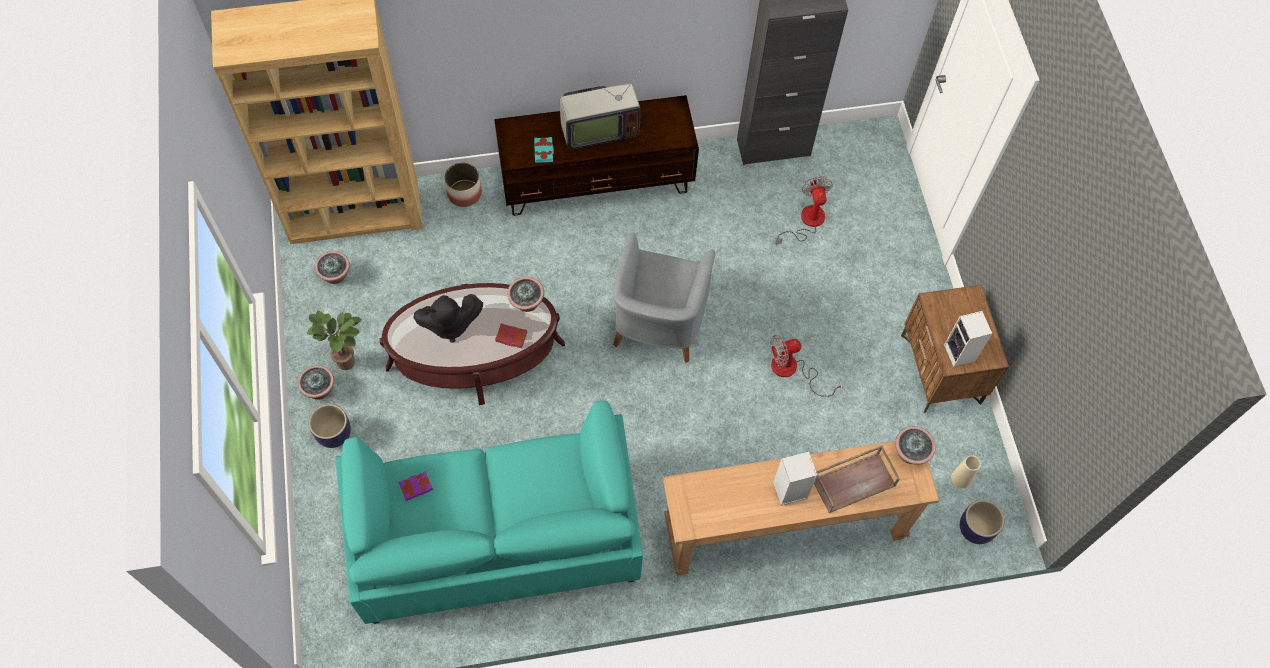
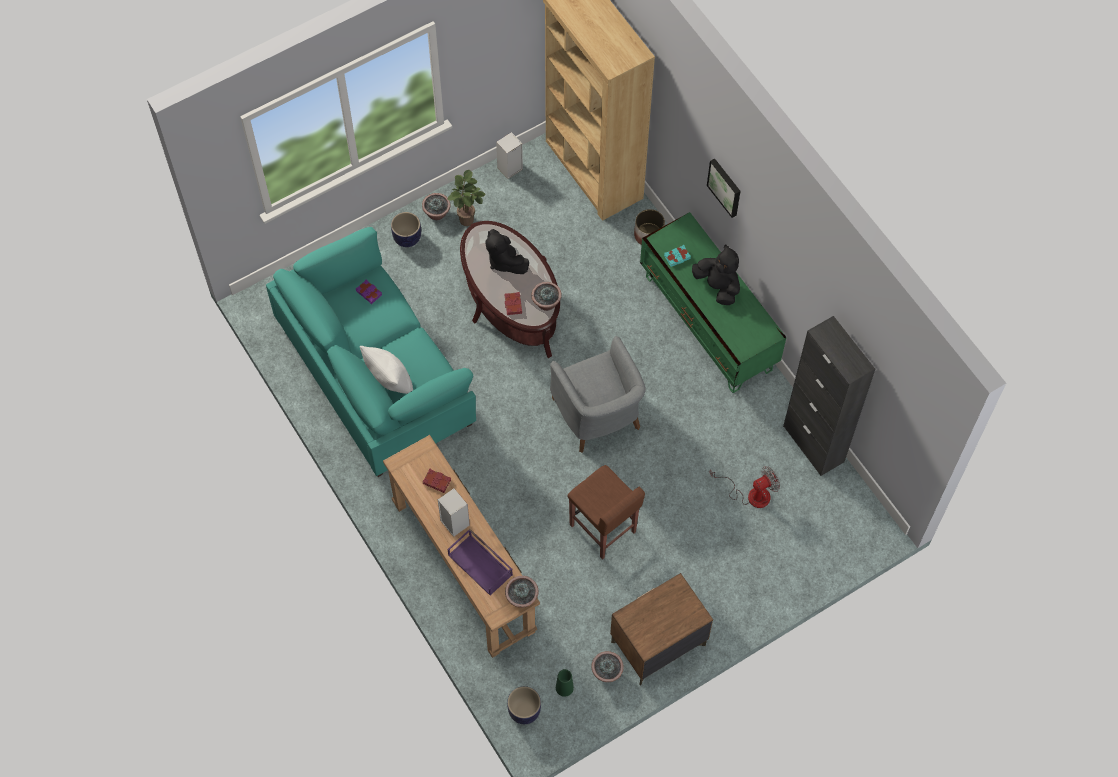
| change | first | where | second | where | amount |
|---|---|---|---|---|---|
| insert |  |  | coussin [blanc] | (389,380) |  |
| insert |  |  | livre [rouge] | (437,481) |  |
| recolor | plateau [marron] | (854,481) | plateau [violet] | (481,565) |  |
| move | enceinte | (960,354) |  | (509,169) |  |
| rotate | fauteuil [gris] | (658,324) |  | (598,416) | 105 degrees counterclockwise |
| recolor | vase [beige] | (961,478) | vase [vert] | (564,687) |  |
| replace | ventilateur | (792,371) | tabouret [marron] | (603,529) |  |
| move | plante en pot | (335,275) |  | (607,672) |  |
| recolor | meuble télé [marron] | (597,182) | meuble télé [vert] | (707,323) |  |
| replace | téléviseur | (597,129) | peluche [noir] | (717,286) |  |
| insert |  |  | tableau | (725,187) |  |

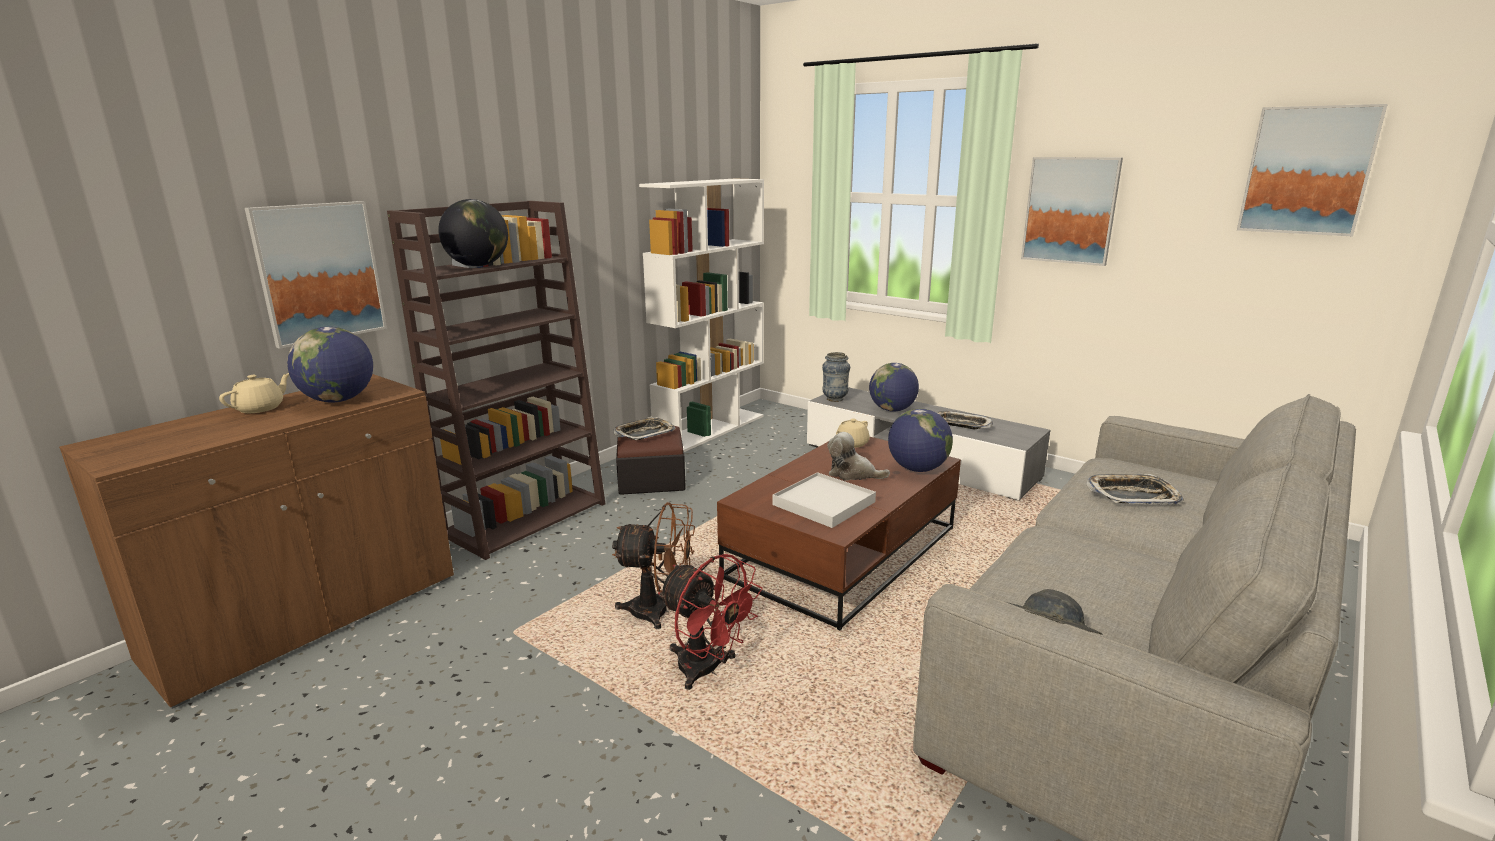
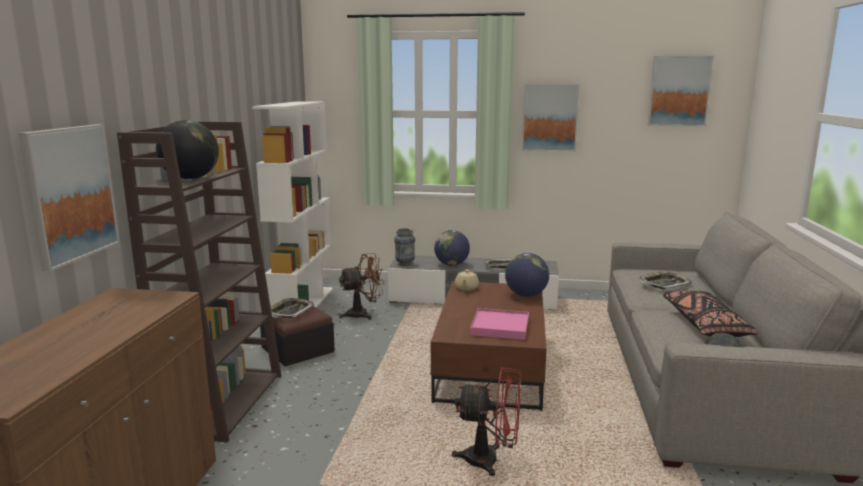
| change | first | where | second | where | amount |
|---|---|---|---|---|---|
| move | ventilateur [marron] | (660,612) |  | (363,314) |  |
| recolor | plateau [blanc] | (823,503) | plateau [rose] | (500,327) |  |
| insert |  |  | coussin [noir] | (704,324) |  |
| delete | théière [beige] | (261,408) |  |  |  |
| delete | globe | (338,400) |  |  |  |
| delete | peluche | (853,474) |  |  |  |

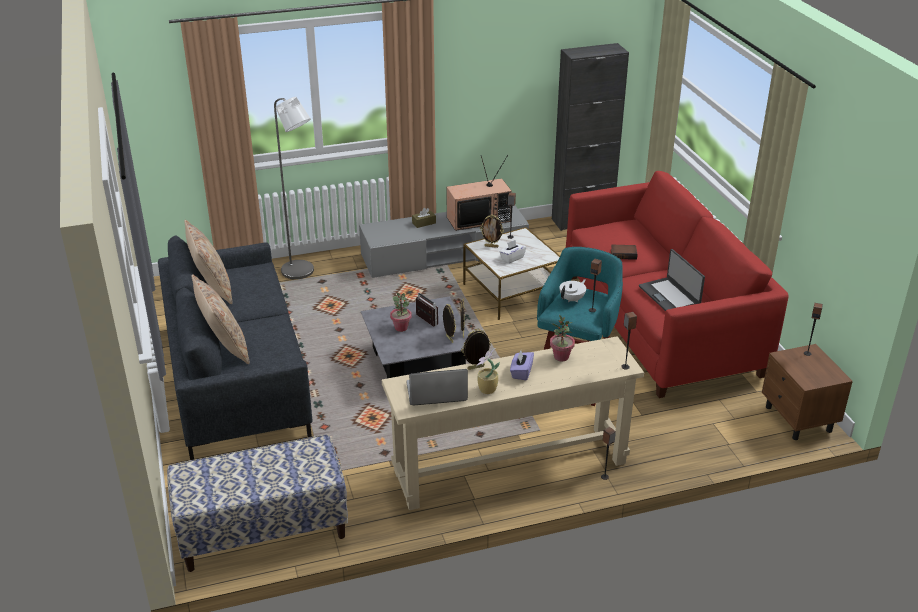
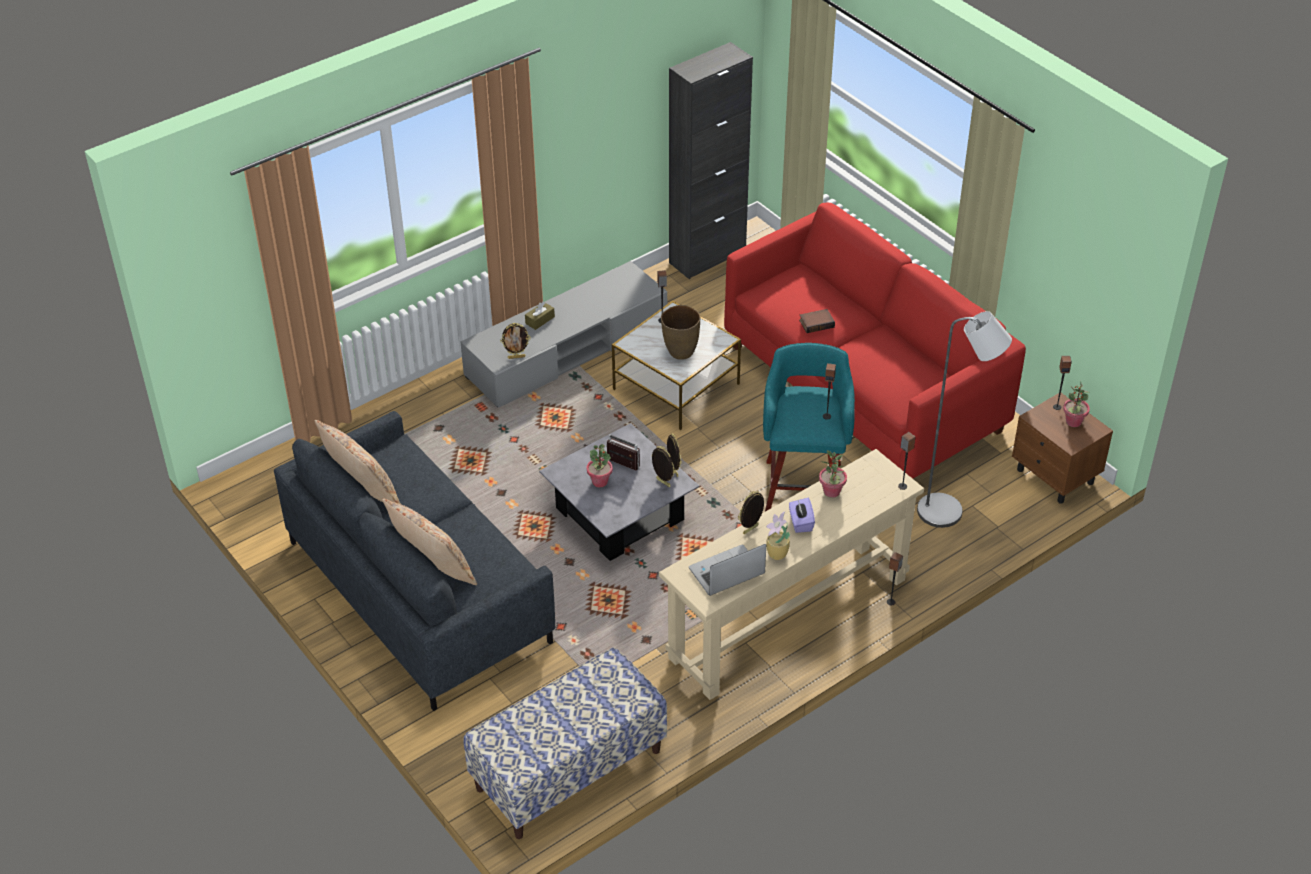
| change | first | where | second | where | amount |
|---|---|---|---|---|---|
| move | cadre photo | (491,246) |  | (516,357) |  |
| replace | boîte à mouchoirs [blanc] | (512,258) | vase [marron] | (680,352) |  |
| move | lampadaire [gris] | (302,273) |  | (948,513) |  |
| insert |  |  | plante en pot | (1073,422) |  |
| delete | téléviseur | (479,219) |  |  |  |
| delete | théière [blanc] | (572,299) |  |  |  |
| delete | ordinateur portable | (669,296) |  |  |  |

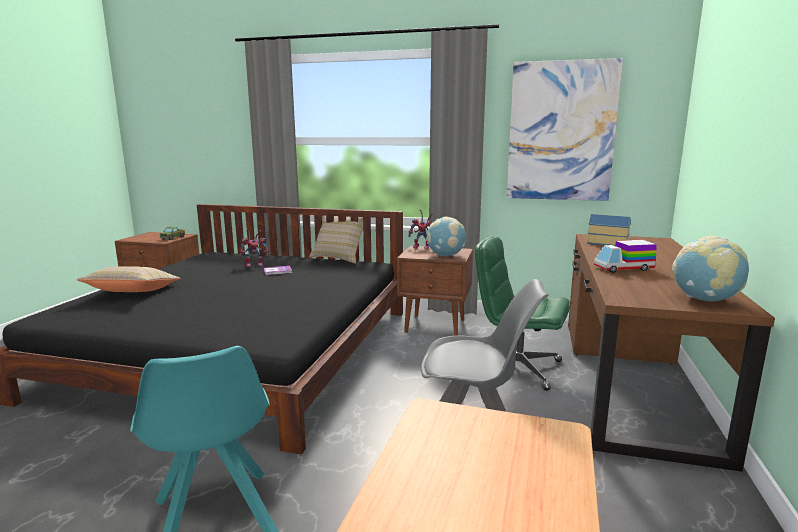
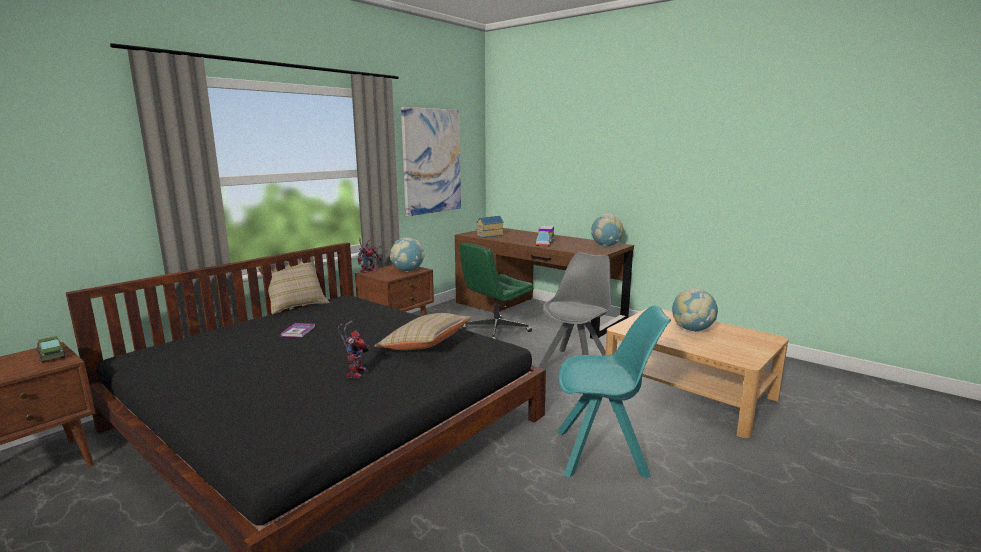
| change | first | where | second | where | amount |
|---|---|---|---|---|---|
| move | robot jouet | (255,264) |  | (355,372) |  |
| move | coussin [beige] | (133,293) |  | (424,345) |  |
| insert |  |  | globe | (692,330) |  |

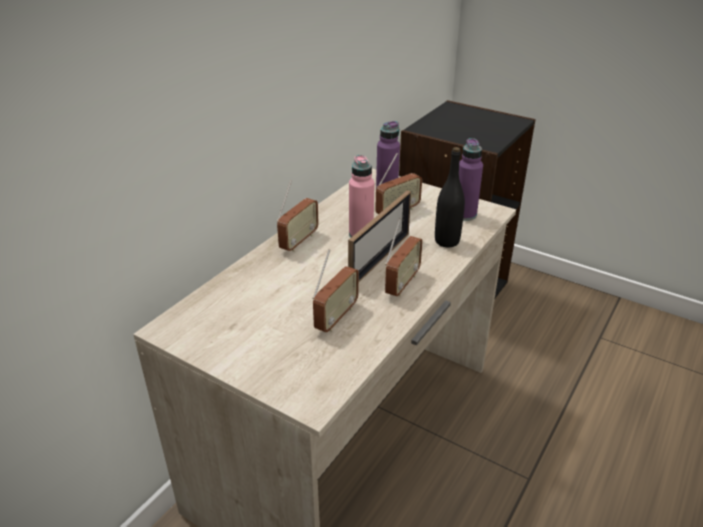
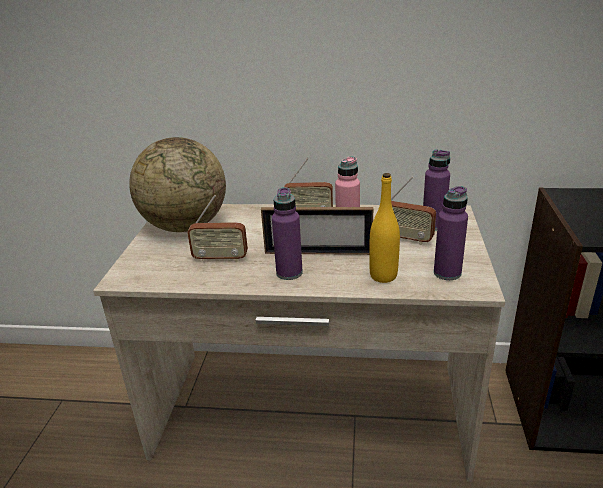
| change | first | where | second | where | amount |
|---|---|---|---|---|---|
| insert |  |  | globe | (185,226) |  |
| replace | radio | (402,284) | bouteille [violet] | (289,273) |  |
| recolor | bouteille [noir] | (447,241) | bouteille [jaune] | (383,276) |  |

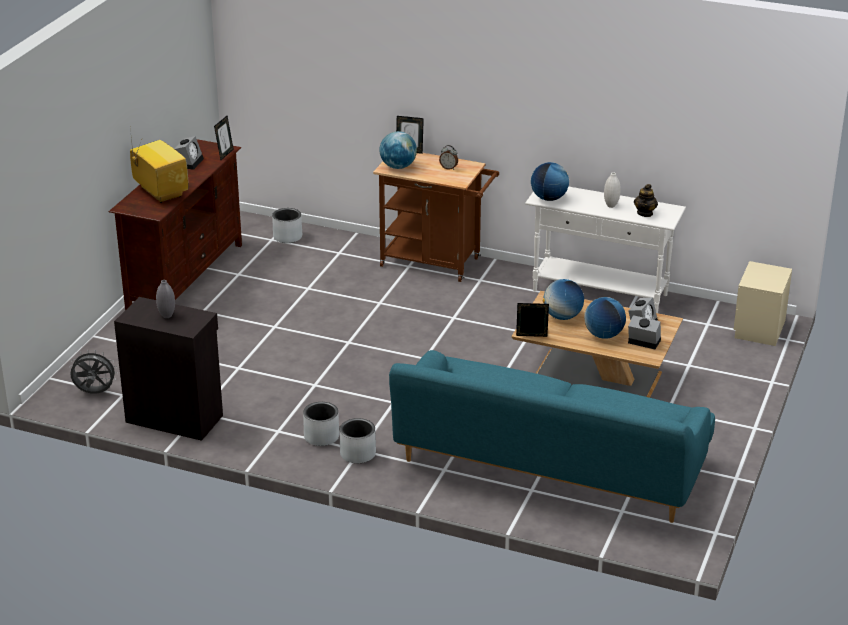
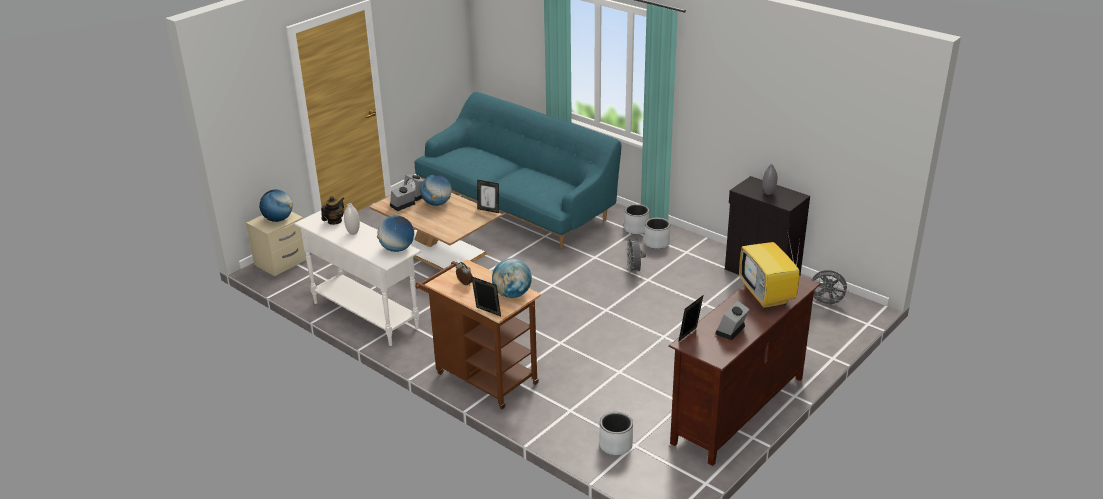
| change | first | where | second | where | amount |
|---|---|---|---|---|---|
| move | globe | (562,316) |  | (278,219) |  |
| insert |  |  | ventilateur [gris] | (634,271) |  |

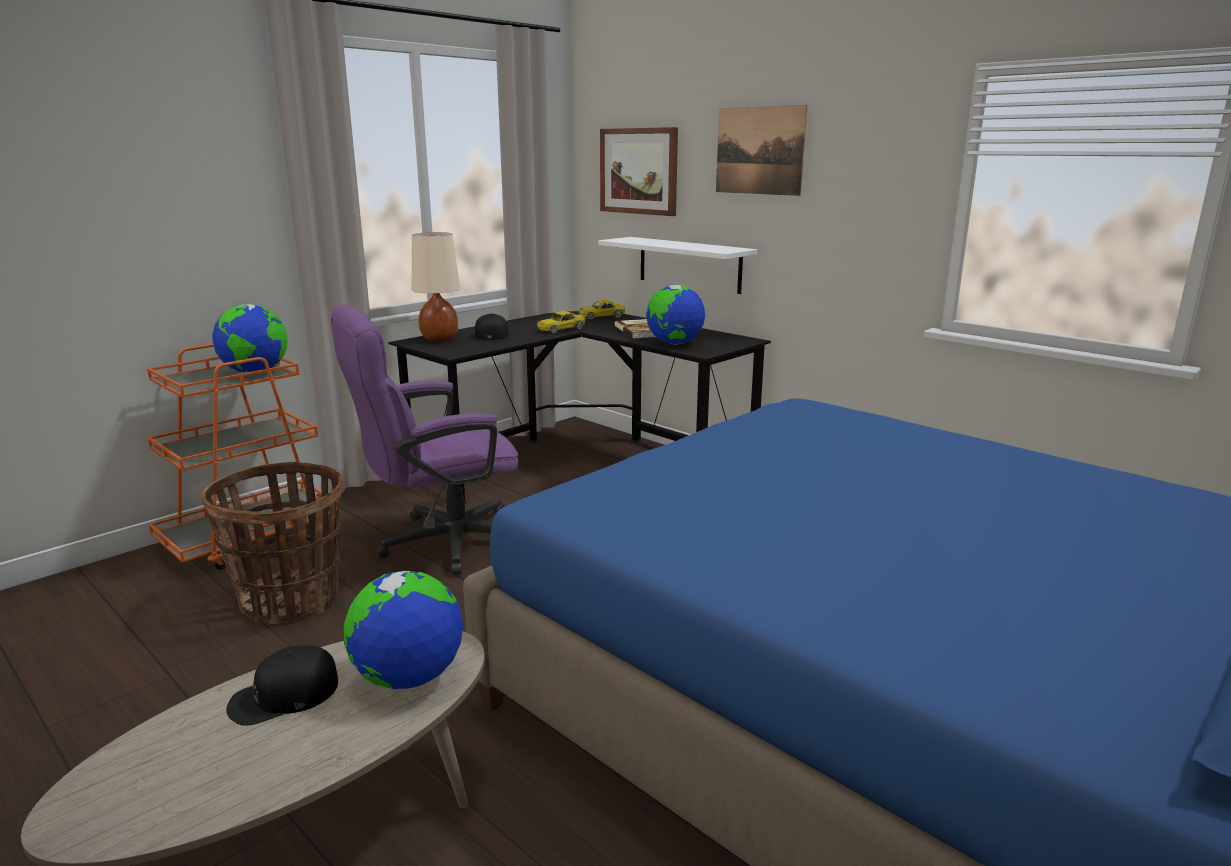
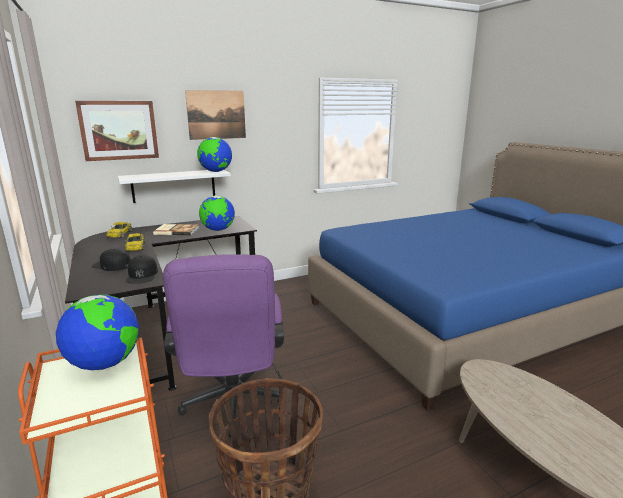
| change | first | where | second | where | amount |
|---|---|---|---|---|---|
| move | casquette [noir] | (284,696) |  | (142,275) |  |
| move | globe | (409,678) |  | (215,171) |  |
| delete | lampe de table [beige] | (440,339) |  |  |  |

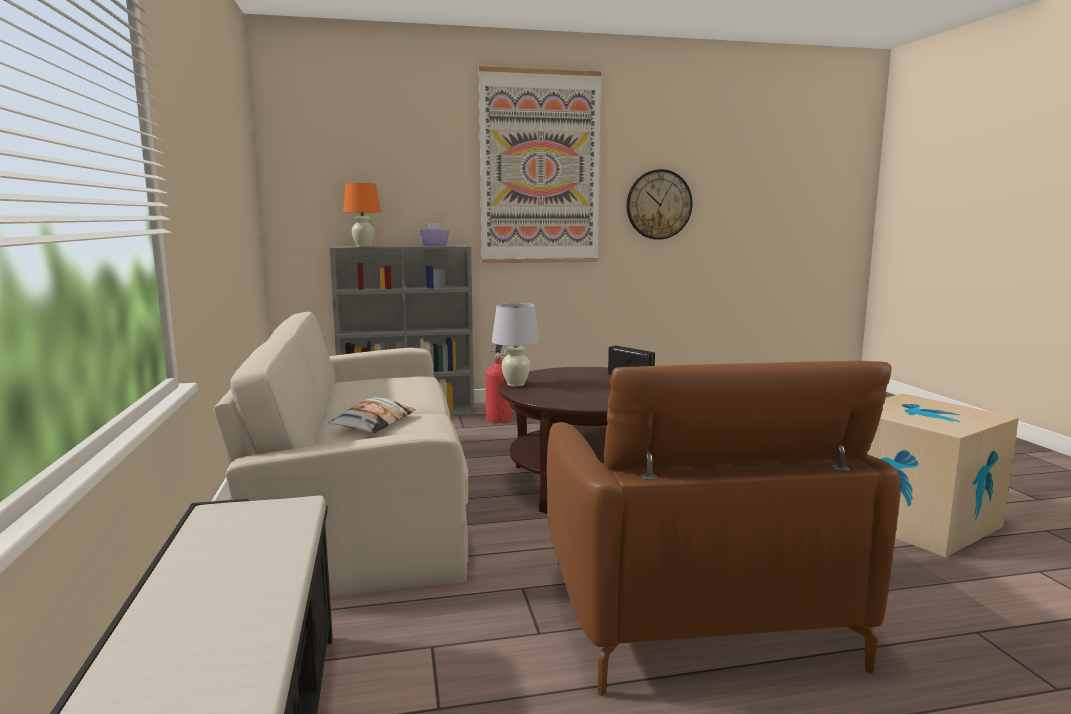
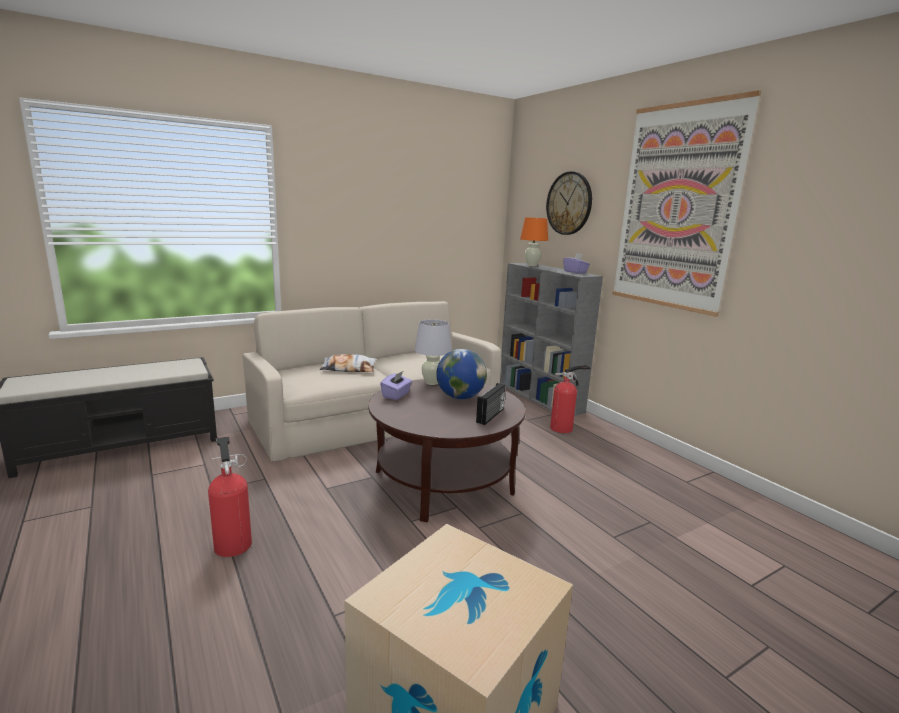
| change | first | where | second | where | amount |
|---|---|---|---|---|---|
| replace | fauteuil [marron] | (693,610) | extincteur | (233,543) |  |
| insert |  |  | boîte à mouchoirs [violet] | (396,395) |  |
| insert |  |  | globe | (460,397) |  |
| move | horloge murale | (659,204) |  | (569,203) |  |

